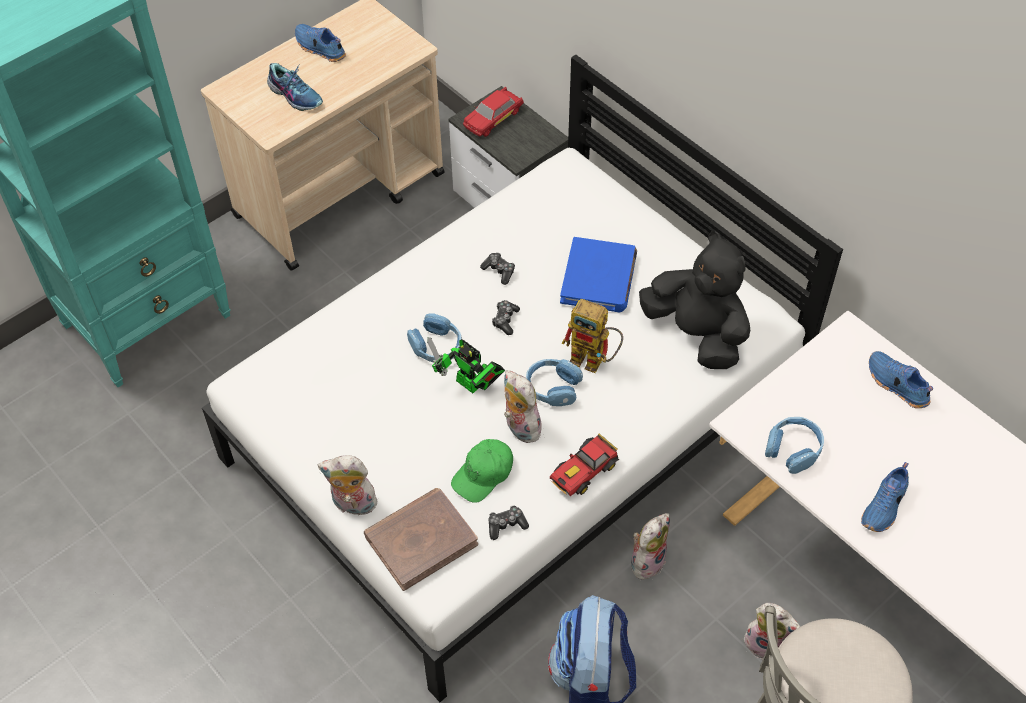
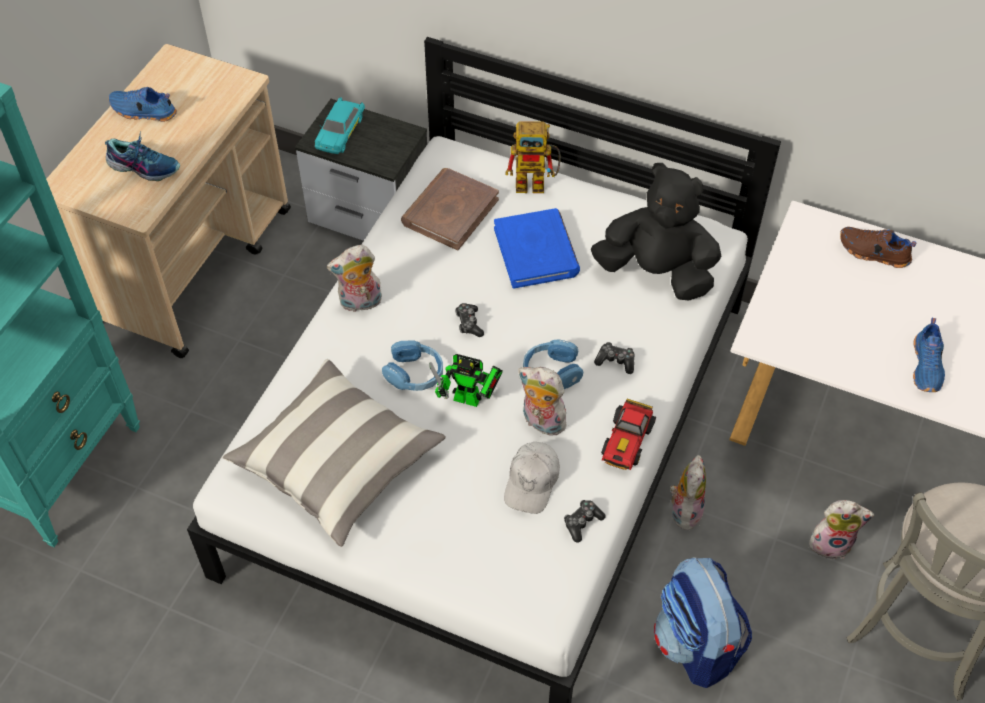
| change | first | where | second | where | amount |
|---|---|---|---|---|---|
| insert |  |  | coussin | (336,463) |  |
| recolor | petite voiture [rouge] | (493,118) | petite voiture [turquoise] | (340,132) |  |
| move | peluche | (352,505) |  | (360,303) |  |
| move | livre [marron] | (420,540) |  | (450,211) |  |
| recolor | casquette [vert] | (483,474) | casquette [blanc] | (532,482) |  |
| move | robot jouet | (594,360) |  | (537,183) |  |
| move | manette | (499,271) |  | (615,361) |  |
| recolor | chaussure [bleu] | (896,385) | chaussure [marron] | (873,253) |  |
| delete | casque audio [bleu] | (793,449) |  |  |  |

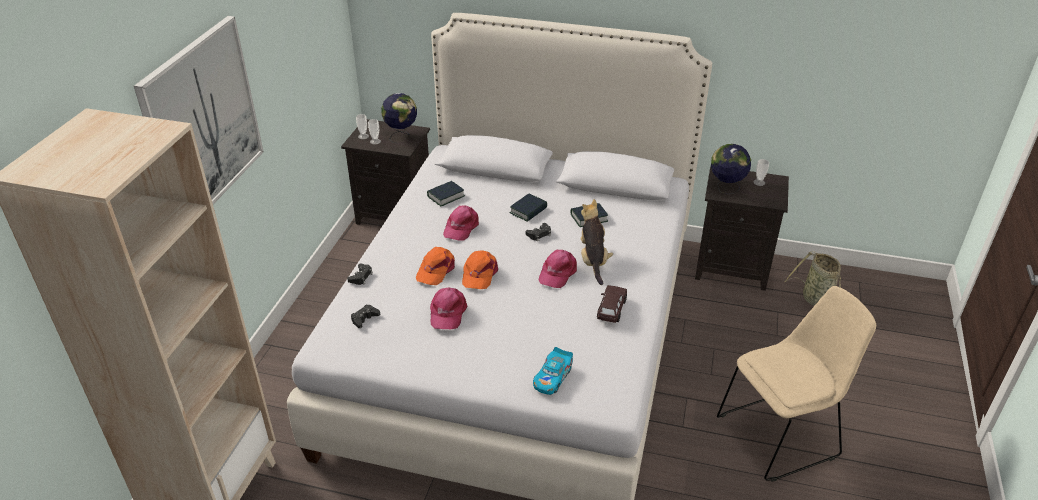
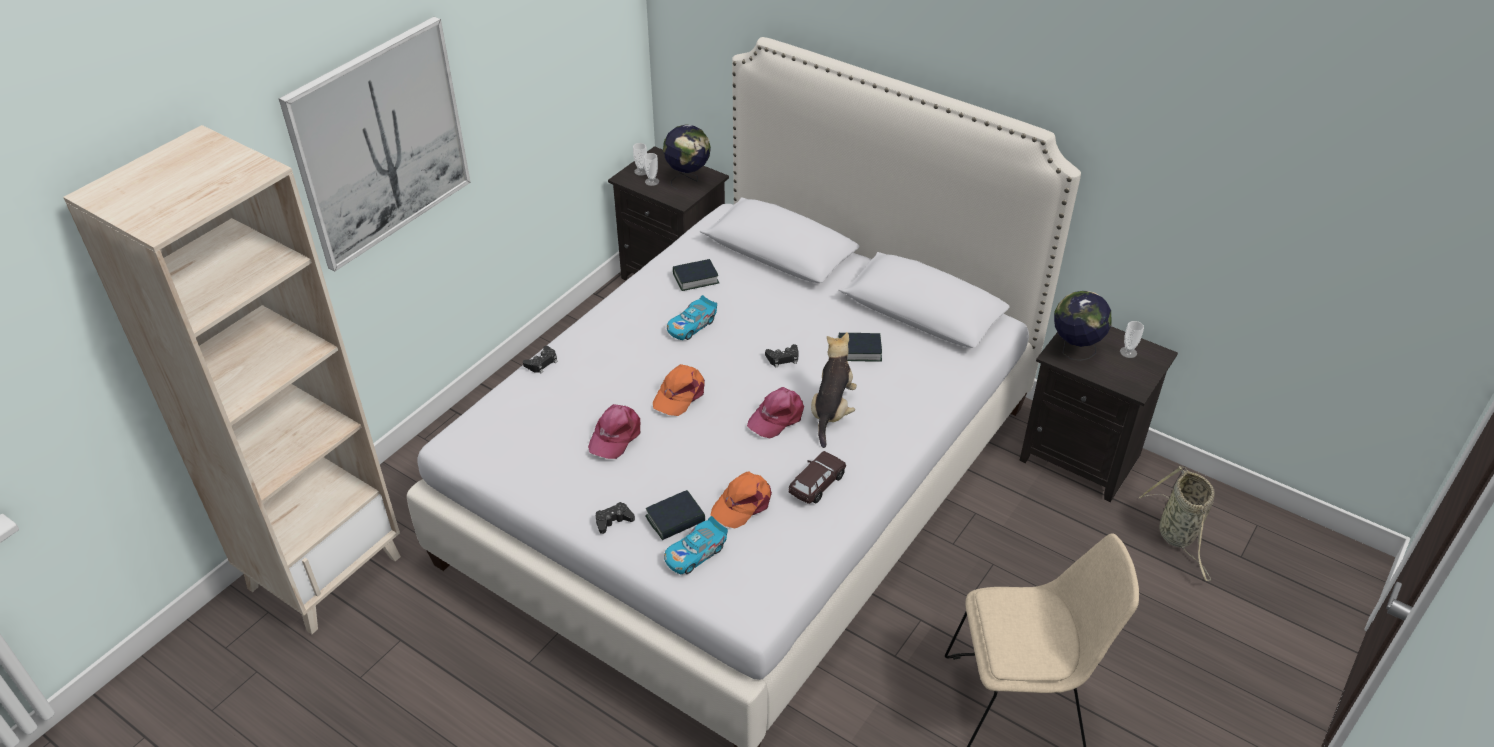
| change | first | where | second | where | amount |
|---|---|---|---|---|---|
| move | manette [noir] | (364,319) |  | (613,521) |  |
| move | livre | (528,211) |  | (675,519) |  |
| replace | casquette [rose] | (461,227) | petite voiture | (691,325) |  |
| move | casquette [orange] | (436,270) |  | (743,503) |  |

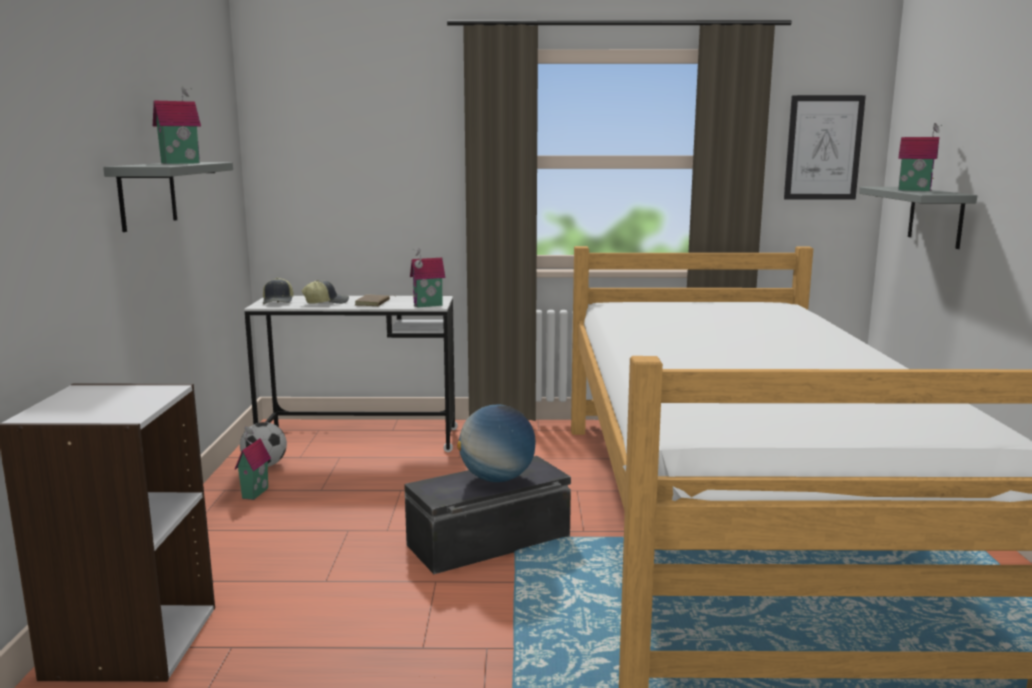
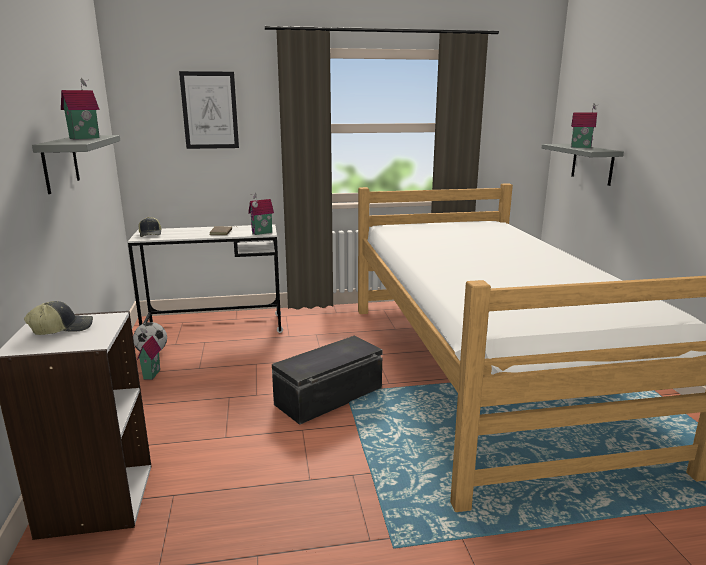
| change | first | where | second | where | amount |
|---|---|---|---|---|---|
| move | casquette | (326,302) |  | (62,328) |  |
| move | tableau | (823,148) |  | (210,110) |  |
| delete | globe | (497,479) |  |  |  |

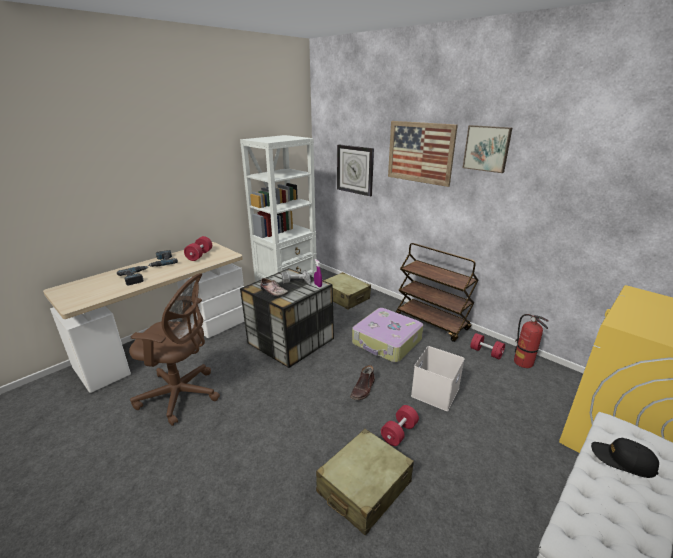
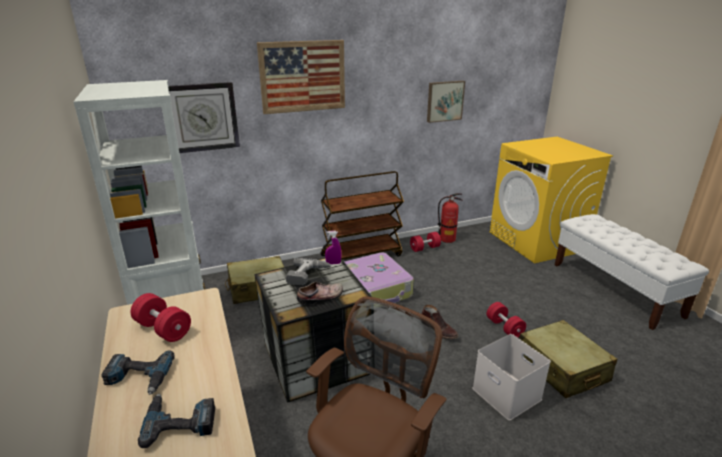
| change | first | where | second | where | amount |
|---|---|---|---|---|---|
| move | tableau | (487,148) |  | (444,101) |  |
| move | boîte de rangement [blanc] | (434,391) |  | (505,393) |  |
| delete | casquette [noir] | (622,460) |  |  |  |

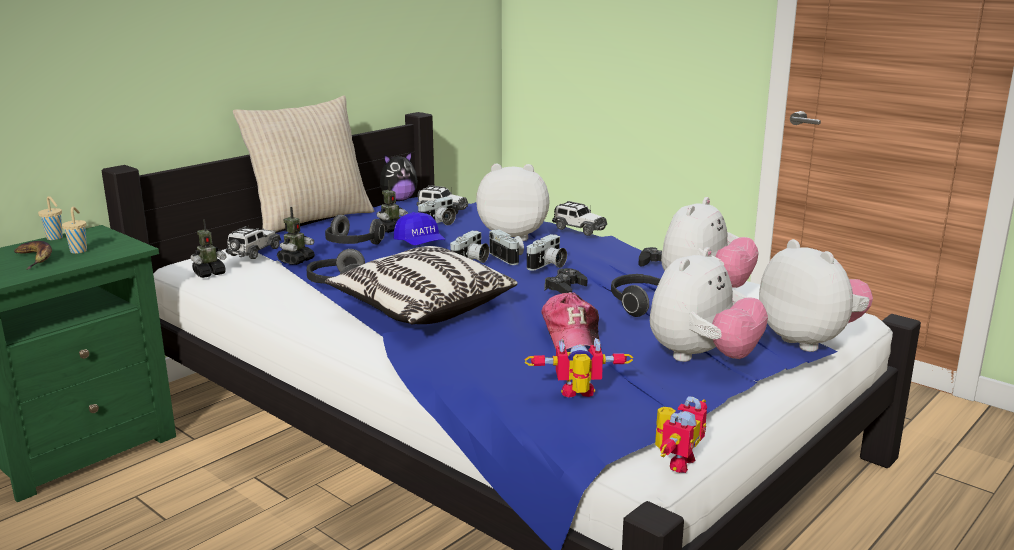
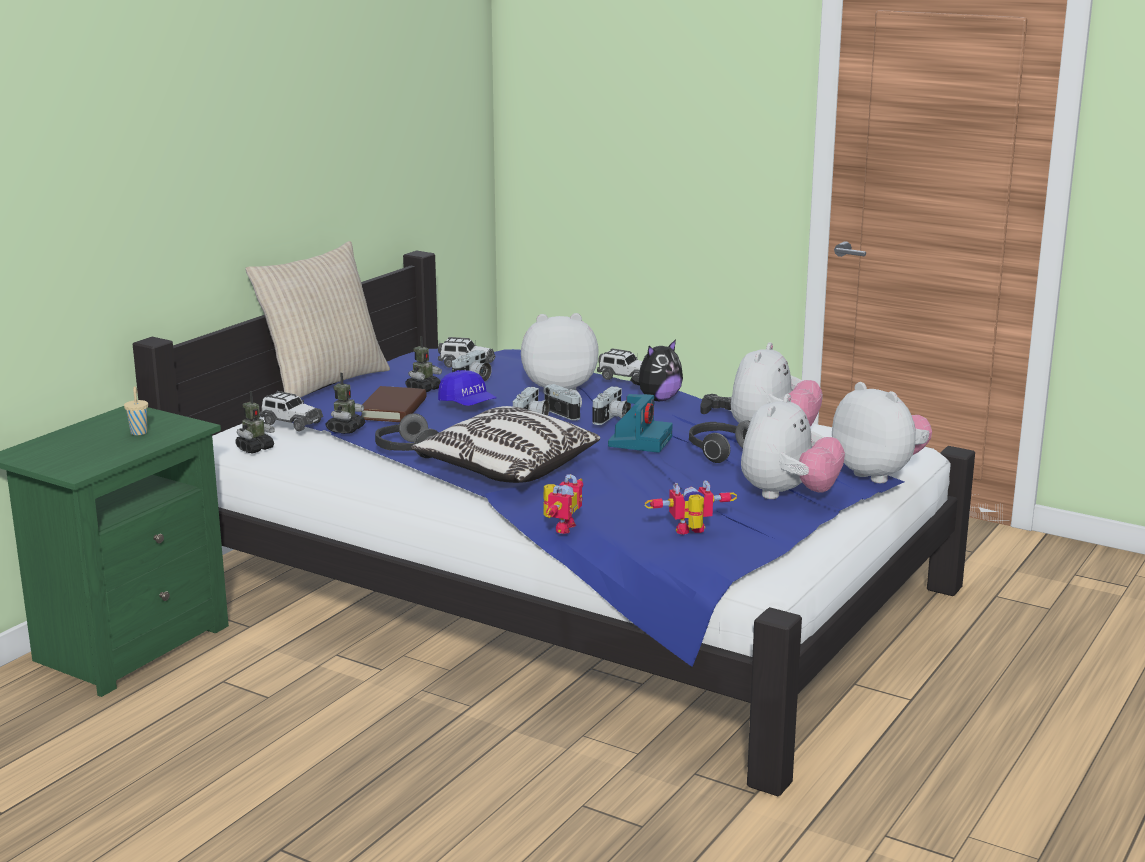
| change | first | where | second | where | amount |
|---|---|---|---|---|---|
| rotate | petite voiture | (254,252) |  | (291,423) | 105 degrees clockwise |
| replace | casque audio | (352,245) | livre [marron] | (393,409) |  |
| move | robot jouet | (675,461) |  | (560,527) |  |
| replace | manette [noir] | (565,289) | appareil photo | (640,441) |  |
| move | peluche | (398,200) |  | (658,399) |  |
| delete | banane | (35,259) |  |  |  |
| delete | tasse [beige] | (55,238) |  |  |  |
| delete | casquette | (572,335) |  |  |  |

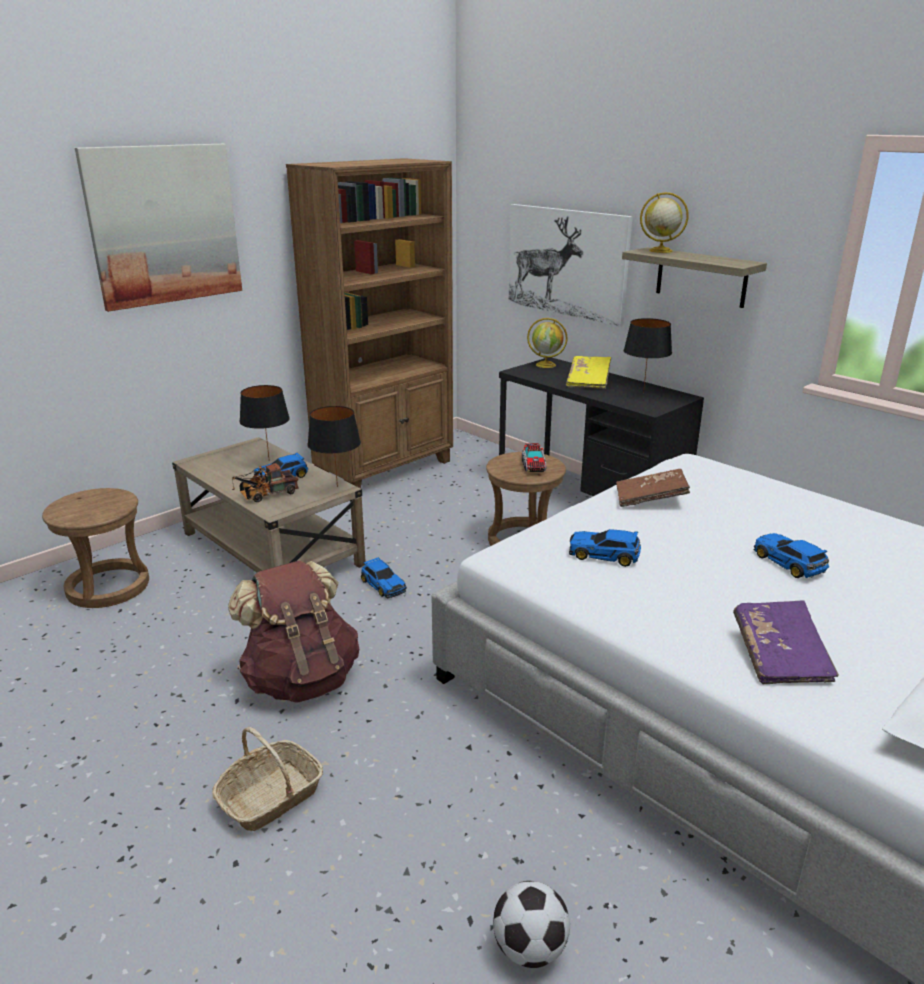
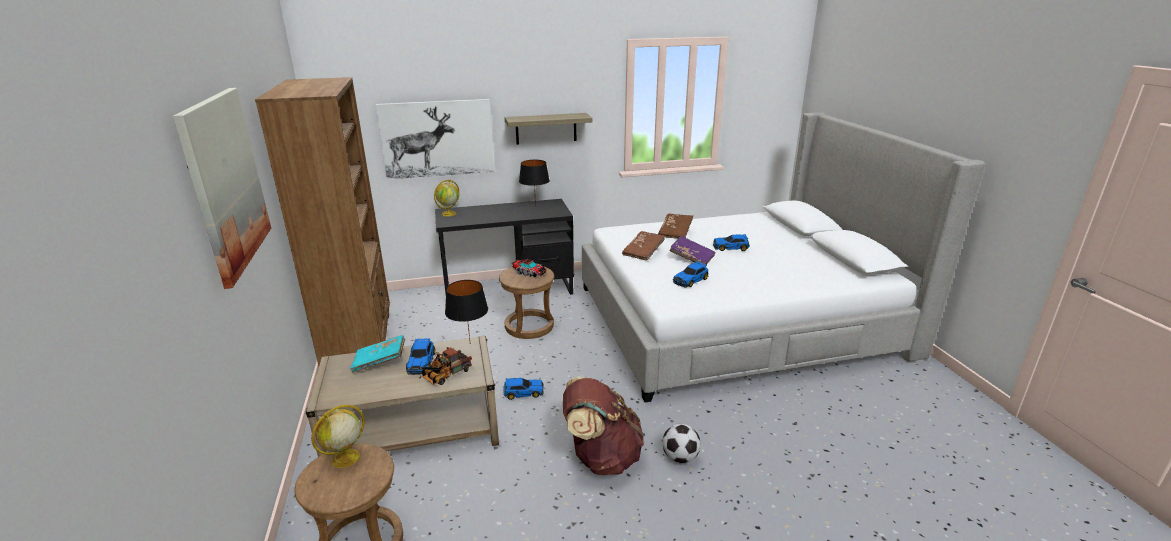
| change | first | where | second | where | amount |
|---|---|---|---|---|---|
| move | globe | (660,251) |  | (345,459) |  |
| replace | lampe de table [noir] | (269,460) | livre [turquoise] | (380,361) |  |
| rotate | camion jouet | (266,495) |  | (445,376) | 45 degrees clockwise |
| insert |  |  | livre [marron] | (675,232) |  |
| move | ballon de foot | (529,948) |  | (680,458) |  |
| move | livre [violet] | (780,656) |  | (691,258) |  |
| delete | panier | (270,797) |  |  |  |
| delete | livre [jaune] | (588,381) |  |  |  |

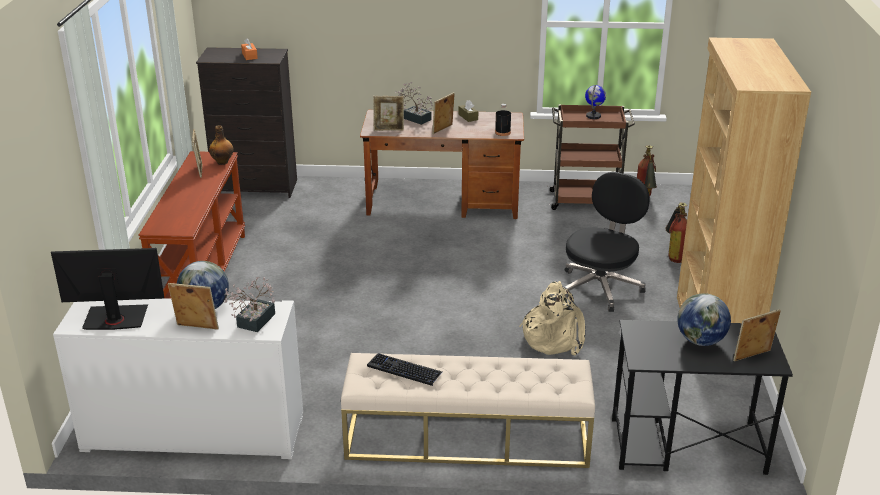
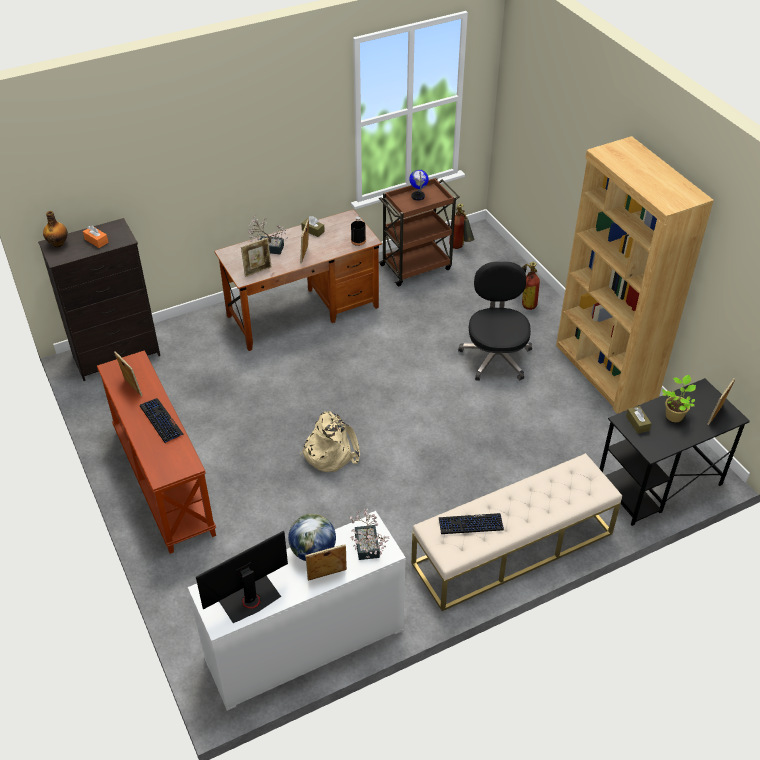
| change | first | where | second | where | amount |
|---|---|---|---|---|---|
| move | bouteille | (223,162) |  | (58,243) |  |
| insert |  |  | clavier | (161,421) |  |
| move | sac à dos [beige] | (554,338) |  | (330,452) |  |
| insert |  |  | boîte à mouchoirs [marron] | (637,423) |  |
| replace | globe | (700,341) | plante en pot | (674,415) |  |

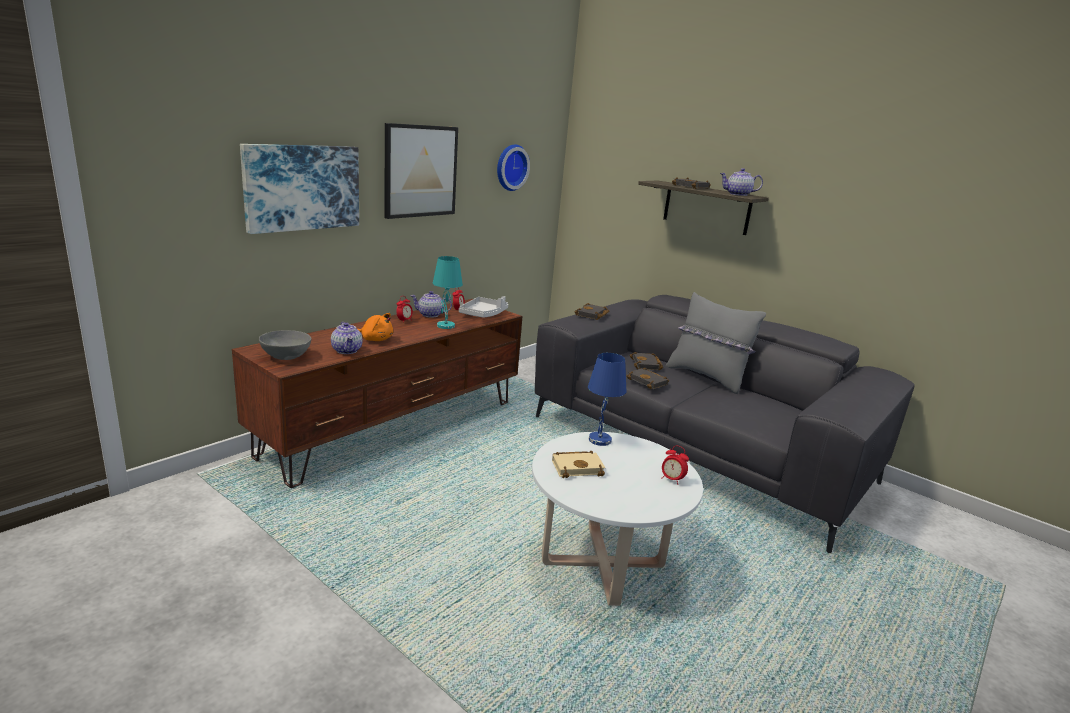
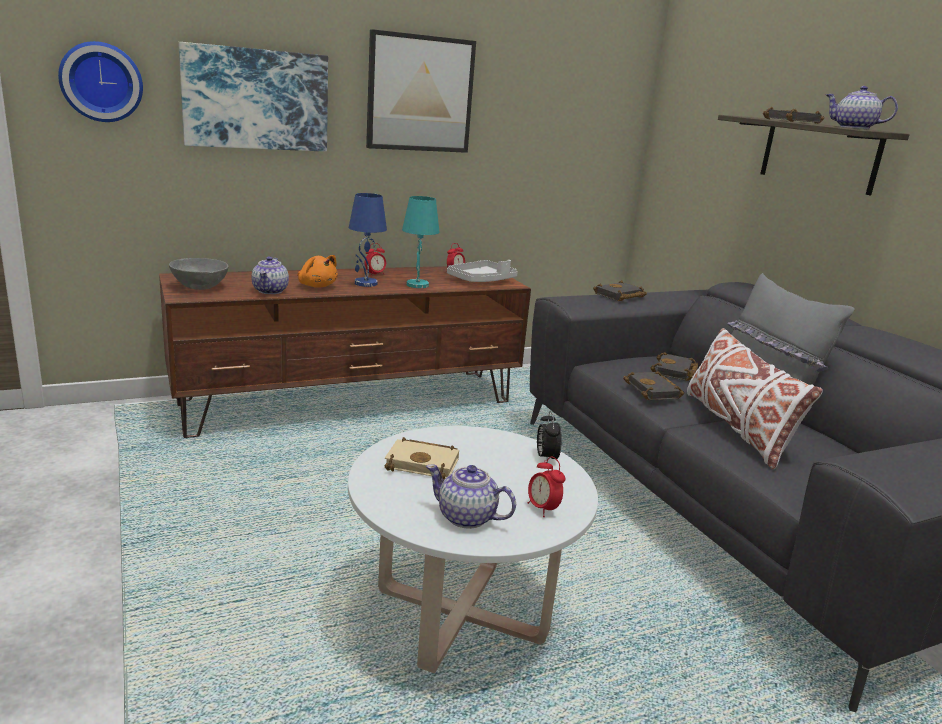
| change | first | where | second | where | amount |
|---|---|---|---|---|---|
| move | horloge murale | (510,167) |  | (101,82) |  |
| move | lampe de table [bleu] | (600,440) |  | (365,283) |  |
| move | théière | (430,315) |  | (467,518) |  |
| insert |  |  | réveil | (546,457) |  |
| insert |  |  | coussin [blanc] | (736,427) |  |

